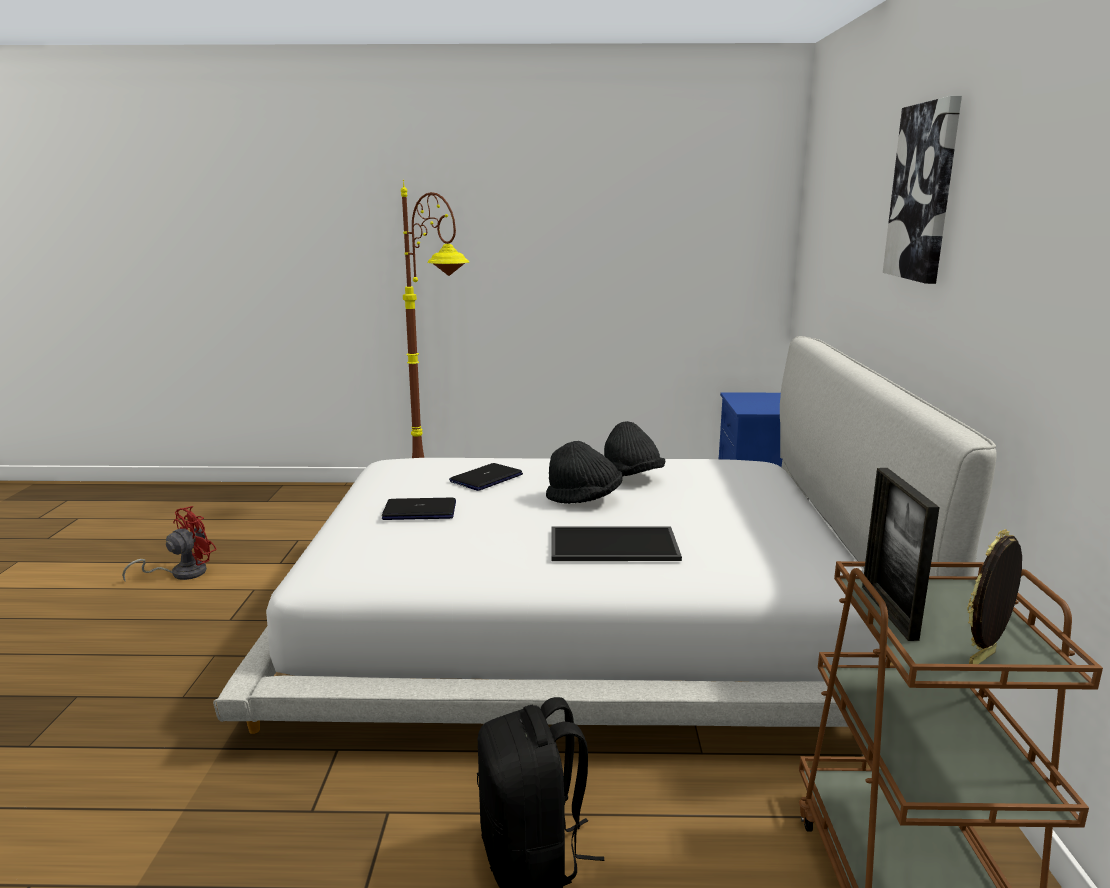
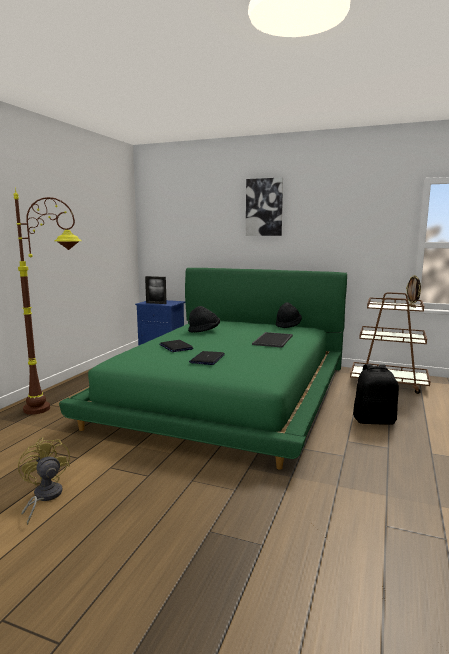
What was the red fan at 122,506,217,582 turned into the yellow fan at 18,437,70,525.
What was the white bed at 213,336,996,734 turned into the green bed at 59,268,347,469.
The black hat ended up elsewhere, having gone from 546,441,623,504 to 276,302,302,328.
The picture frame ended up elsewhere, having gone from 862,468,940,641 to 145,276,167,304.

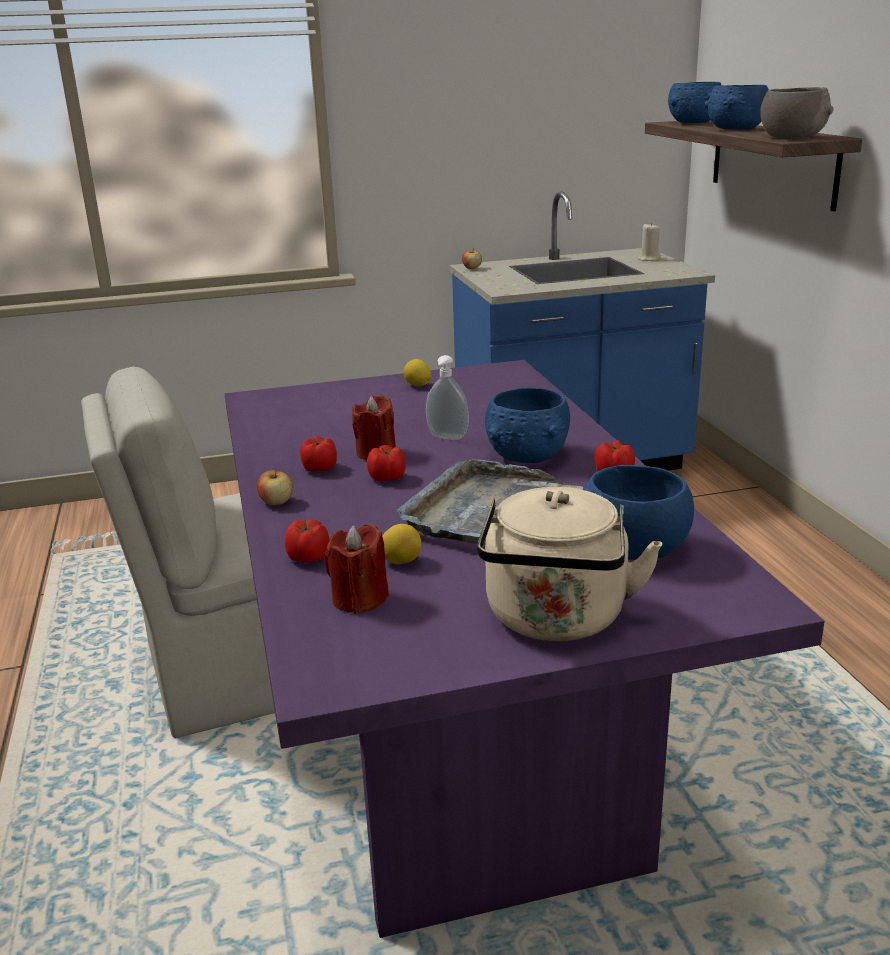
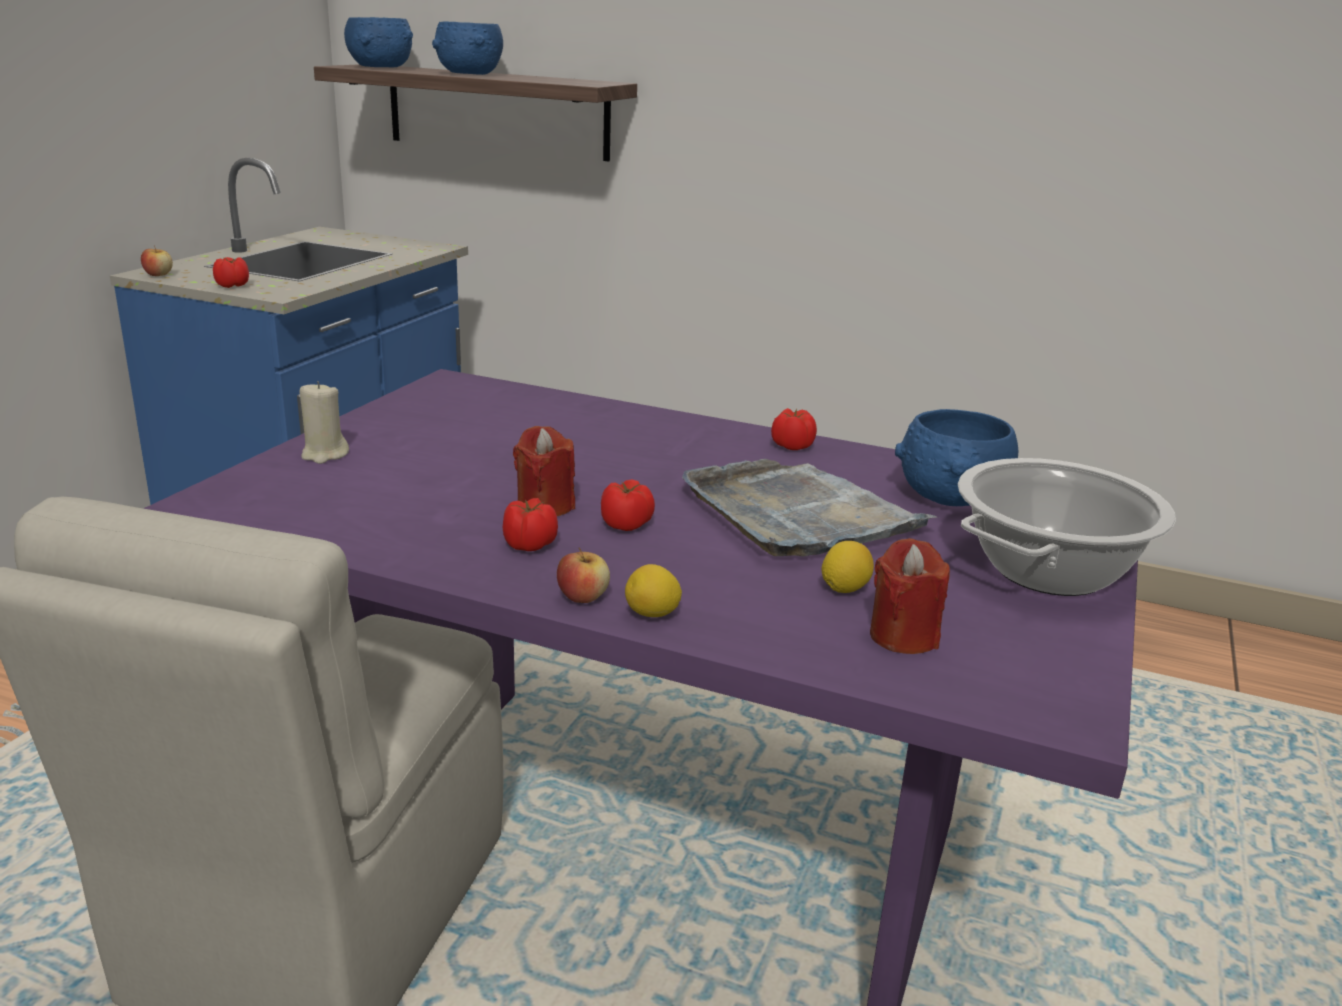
The tomato ended up elsewhere, having gone from 285,519,329,563 to 213,257,249,288.
The lemon ended up elsewhere, having gone from 403,359,431,386 to 625,564,682,617.
The second view lost the soap dispenser at 426,355,469,440.
Where the beige kettle stood at 477,487,662,642, the cooking pot came to stand at 958,458,1176,596.
The second view lost the blue bowl at 485,388,570,463.
The beige candle ended up elsewhere, having gone from 638,223,661,261 to 300,381,349,464.
The second view lost the grey bowl at 760,87,834,139.

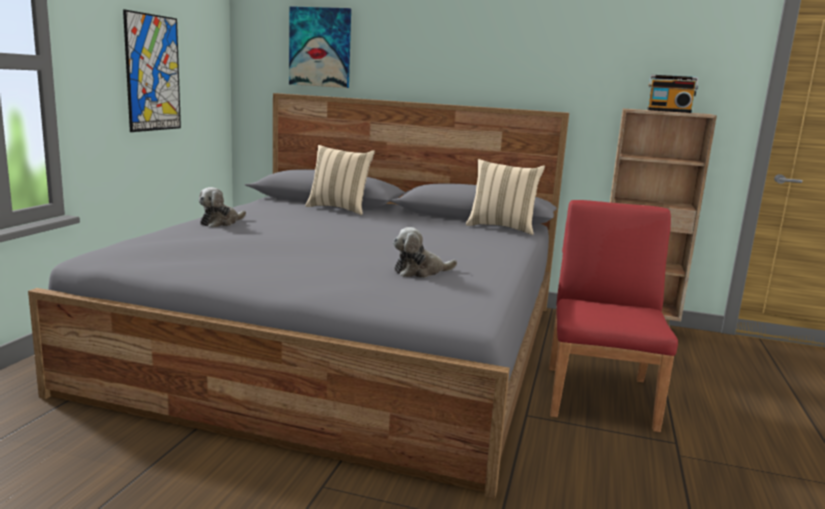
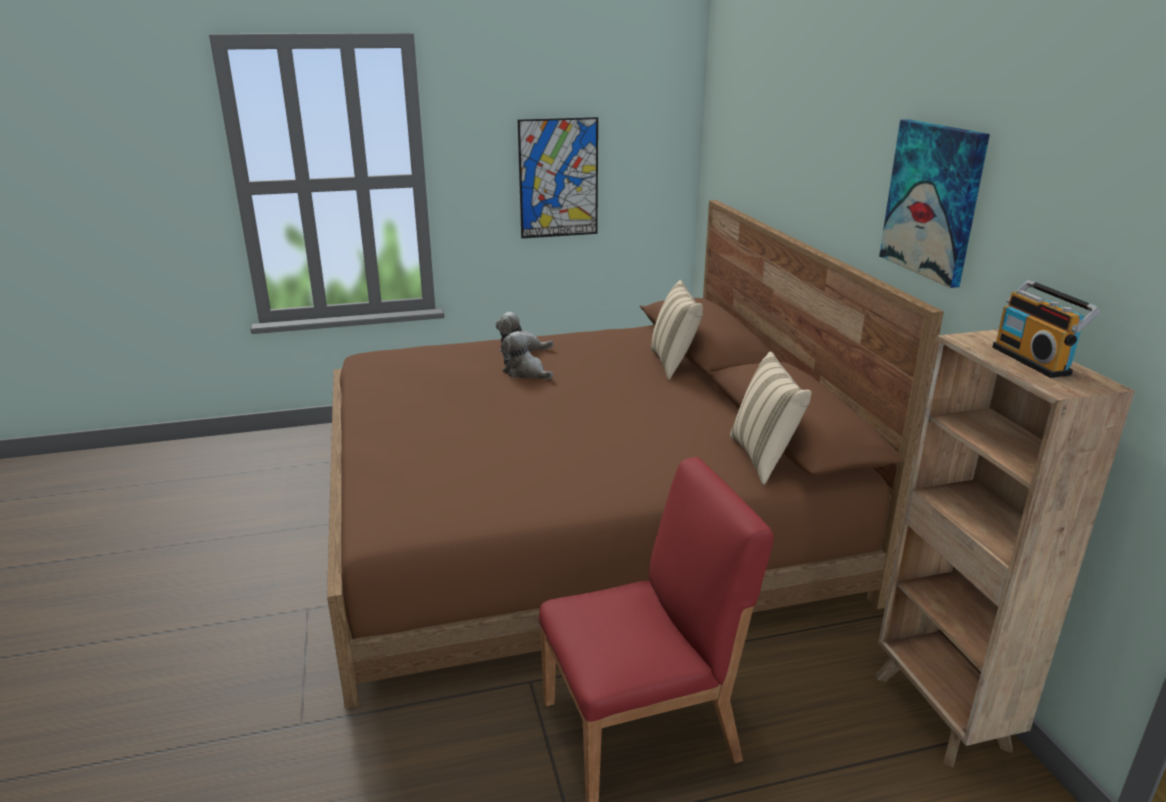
What was the grey bed at 28,93,569,499 turned into the brown bed at 327,200,944,708.
The picture ended up elsewhere, having gone from 289,6,351,88 to 879,119,990,288.
The plush toy ended up elsewhere, having gone from 393,227,457,278 to 501,331,553,380.

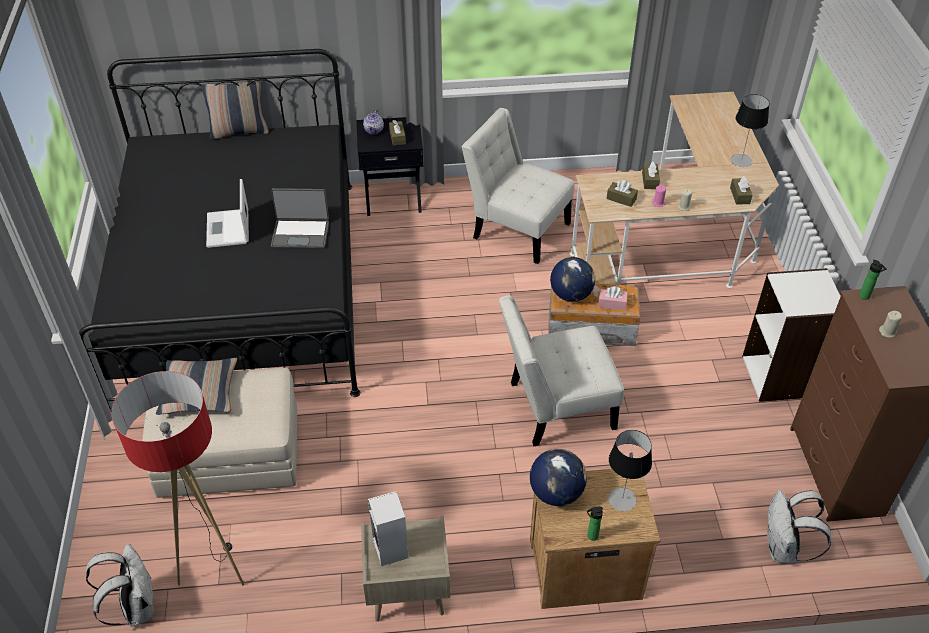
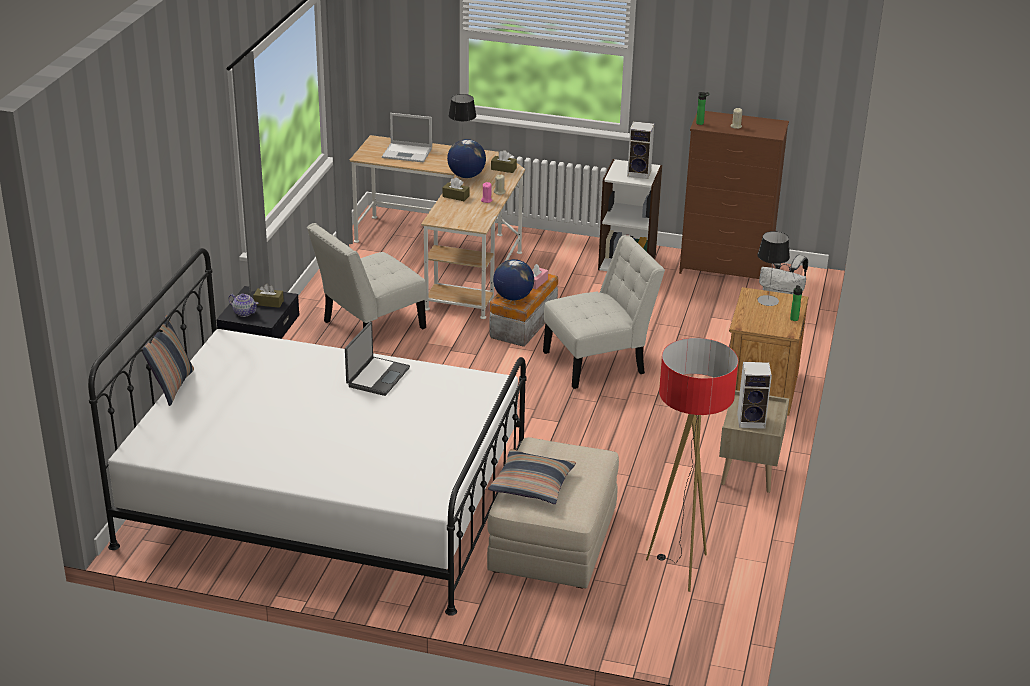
What was the black bed at 79,49,361,410 turned into the white bed at 88,248,527,616.
The second view lost the white backpack at 86,544,154,627.
The laptop ended up elsewhere, having gone from 206,179,249,248 to 382,113,432,163.
The white chair at 499,295,624,446 ended up facing another way, 120 degrees counterclockwise from before.
The globe ended up elsewhere, having gone from 530,449,587,506 to 447,139,486,178.
The second view lost the brown tissue box at 607,180,638,207.
The second view gained the speaker at 627,121,654,179.

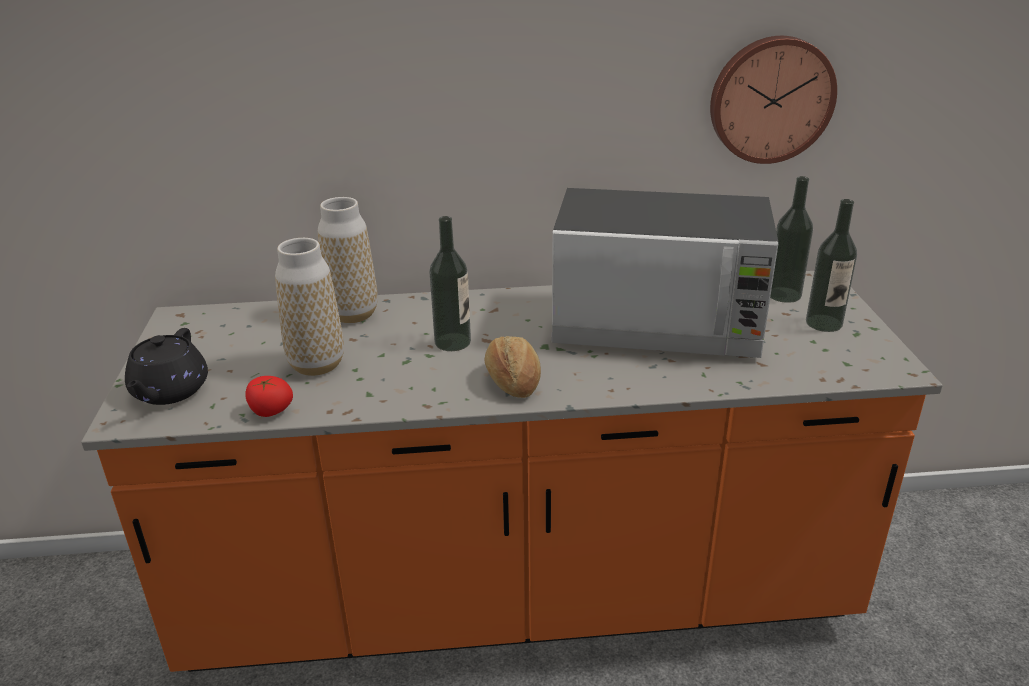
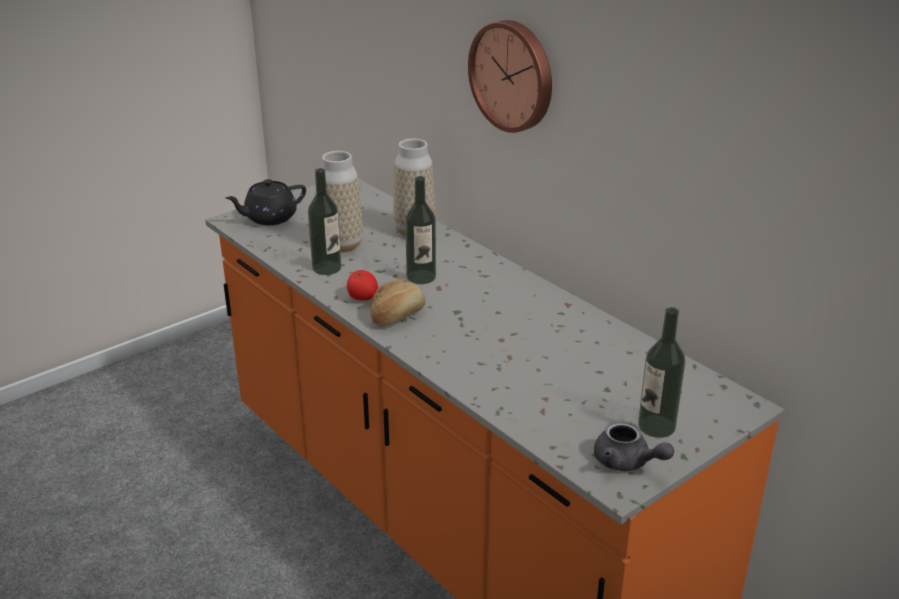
The tomato ended up elsewhere, having gone from 245,376,293,417 to 347,270,378,300.
The second view lost the microwave at 551,188,778,358.
The wall clock ended up elsewhere, having gone from 710,36,837,164 to 468,20,552,133.
The bottle ended up elsewhere, having gone from 770,176,813,303 to 308,168,341,275.
The second view gained the grey teapot at 594,421,674,471.

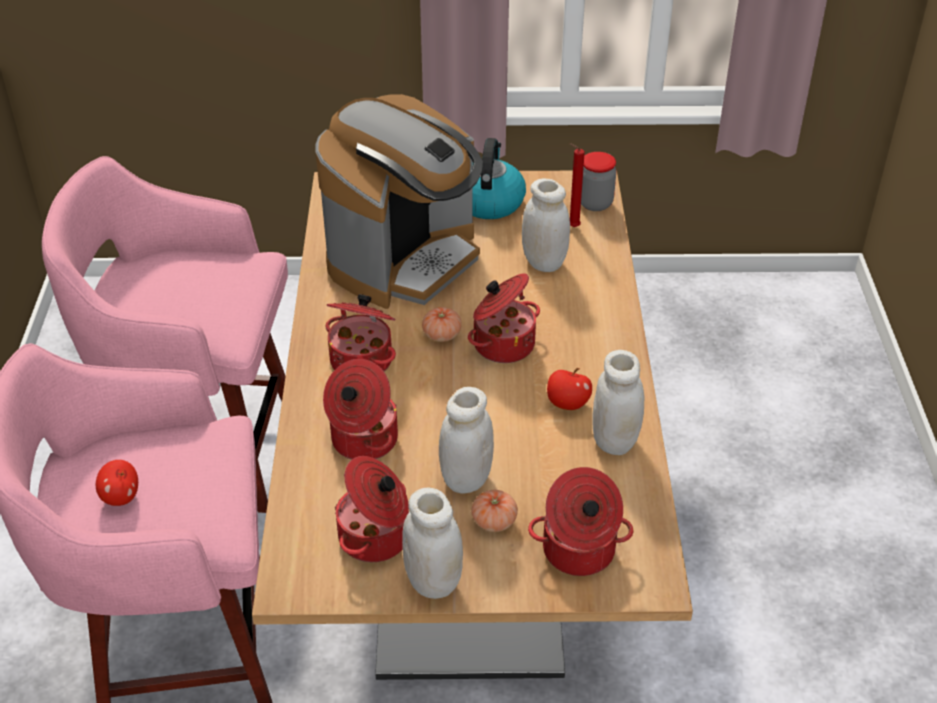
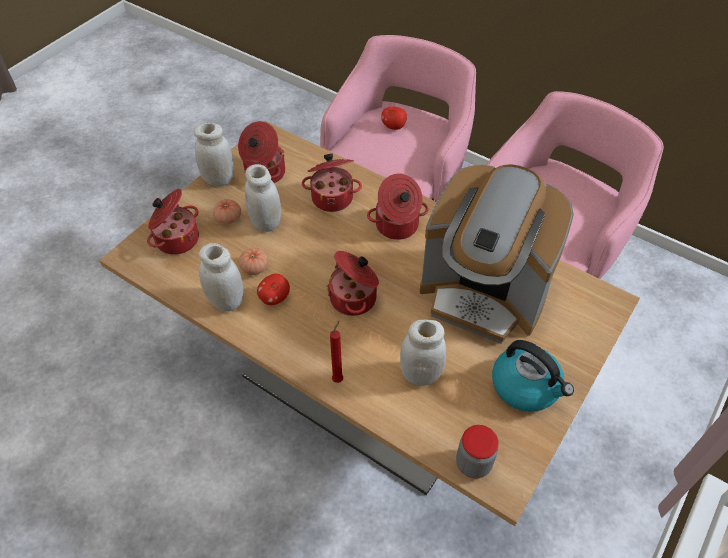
The coffee machine at 316,94,483,309 ended up facing another way, 45 degrees counterclockwise from before.
The tomato ended up elsewhere, having gone from 422,307,462,342 to 239,248,269,275.
The red candle ended up elsewhere, having gone from 570,143,585,227 to 330,321,343,383.

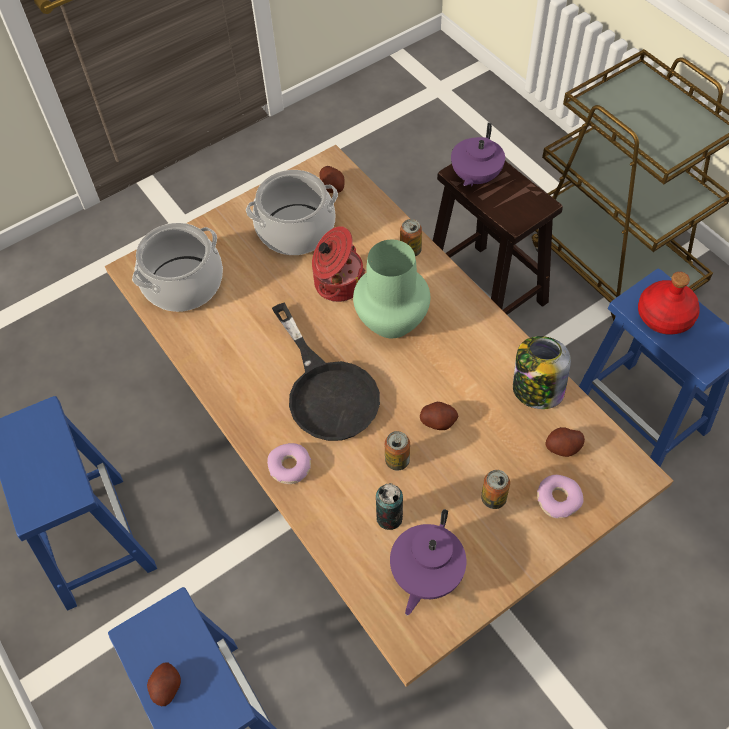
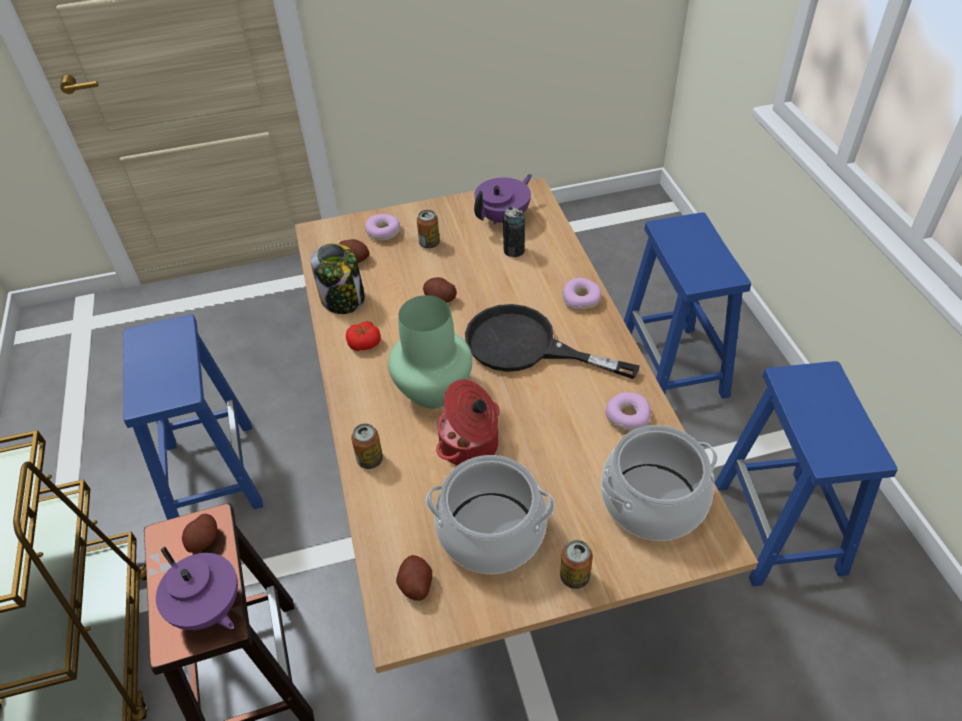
The potato ended up elsewhere, having gone from 147,662,181,706 to 182,514,218,553.
The black frying pan at 272,302,380,441 ended up facing another way, 60 degrees counterclockwise from before.
The can ended up elsewhere, having gone from 385,431,410,471 to 560,540,593,589.
The purple teapot at 451,123,505,186 ended up facing another way, 90 degrees clockwise from before.
The second view lost the red bottle at 638,272,700,335.
The second view gained the tomato at 346,321,381,351.
The second view gained the donut at 605,392,651,431.

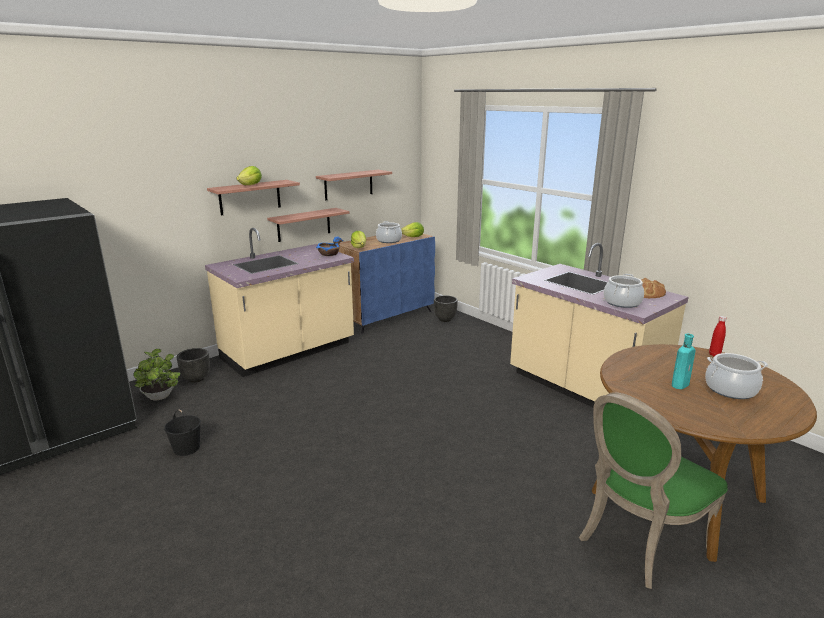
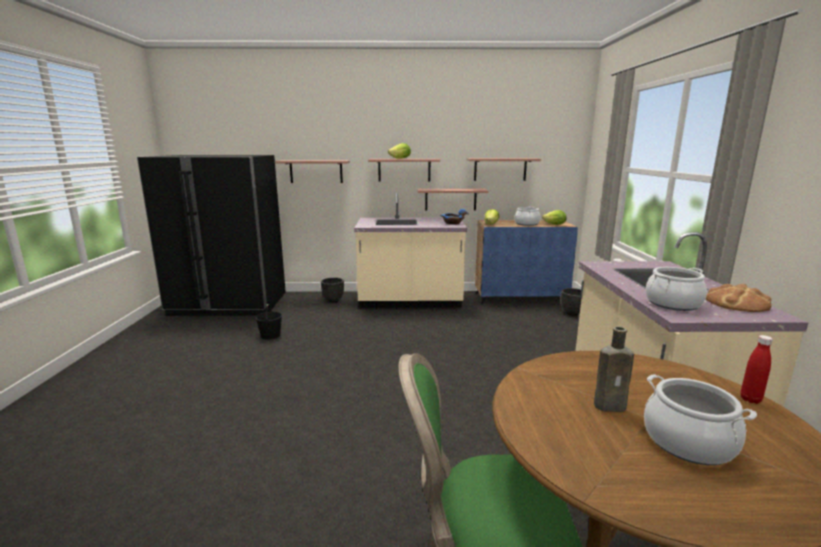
The second view lost the potted plant at 133,349,181,400.
What was the turquoise bottle at 672,334,696,389 turned into the brown bottle at 594,326,634,412.
The second view gained the shelf at 275,160,350,183.

